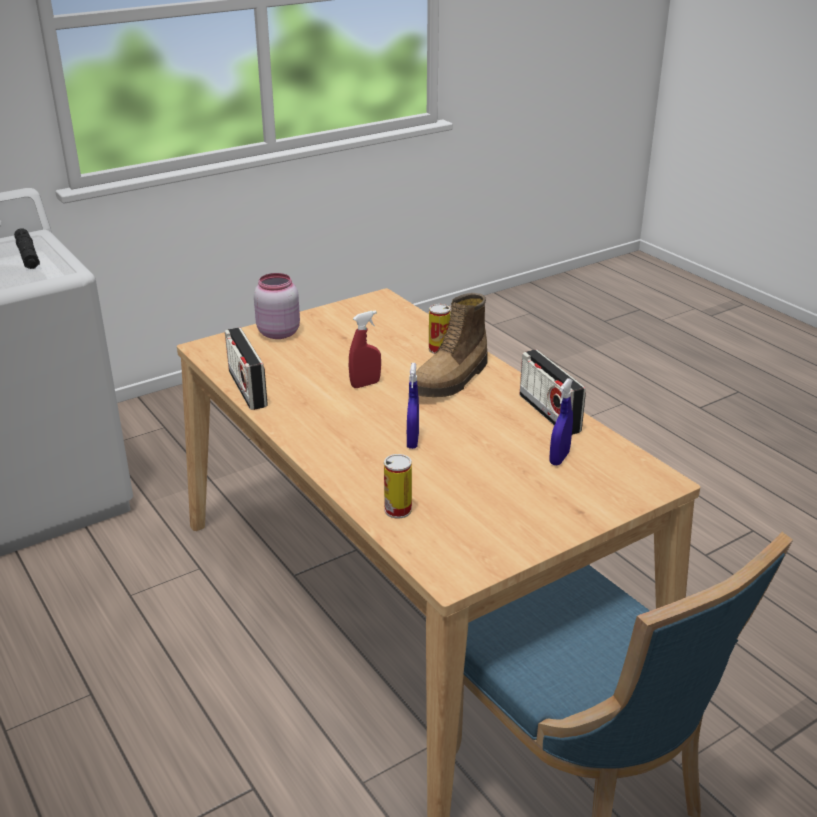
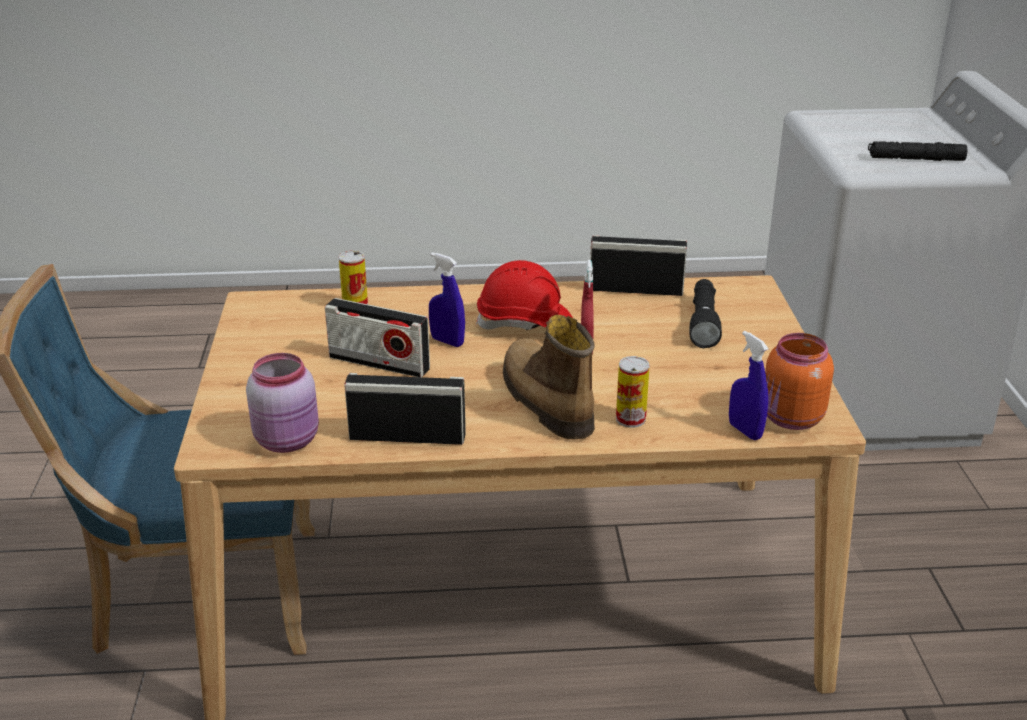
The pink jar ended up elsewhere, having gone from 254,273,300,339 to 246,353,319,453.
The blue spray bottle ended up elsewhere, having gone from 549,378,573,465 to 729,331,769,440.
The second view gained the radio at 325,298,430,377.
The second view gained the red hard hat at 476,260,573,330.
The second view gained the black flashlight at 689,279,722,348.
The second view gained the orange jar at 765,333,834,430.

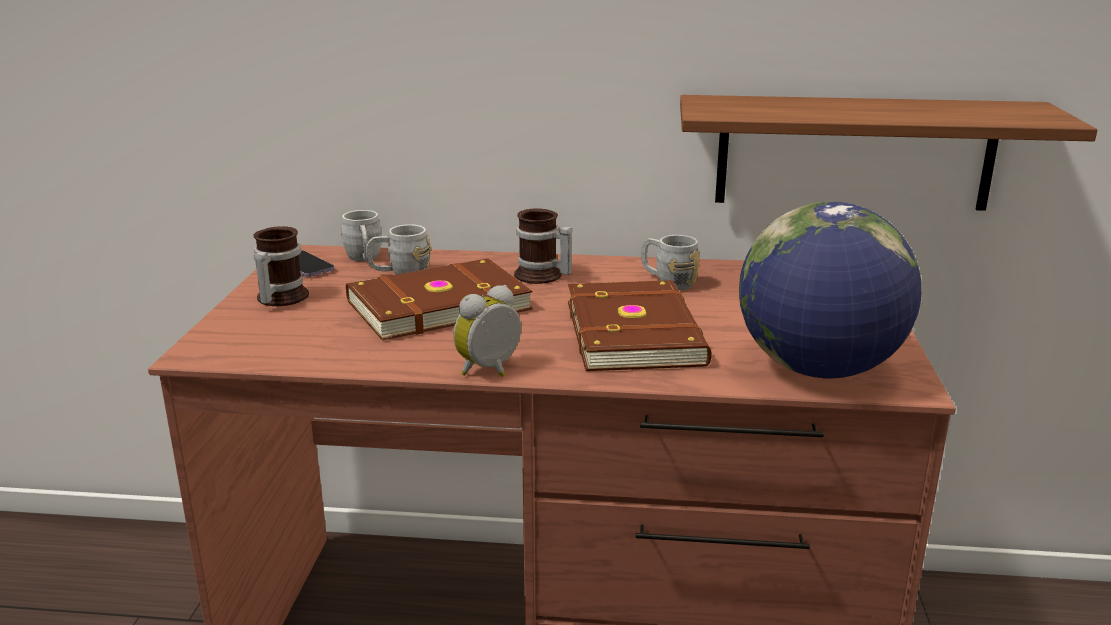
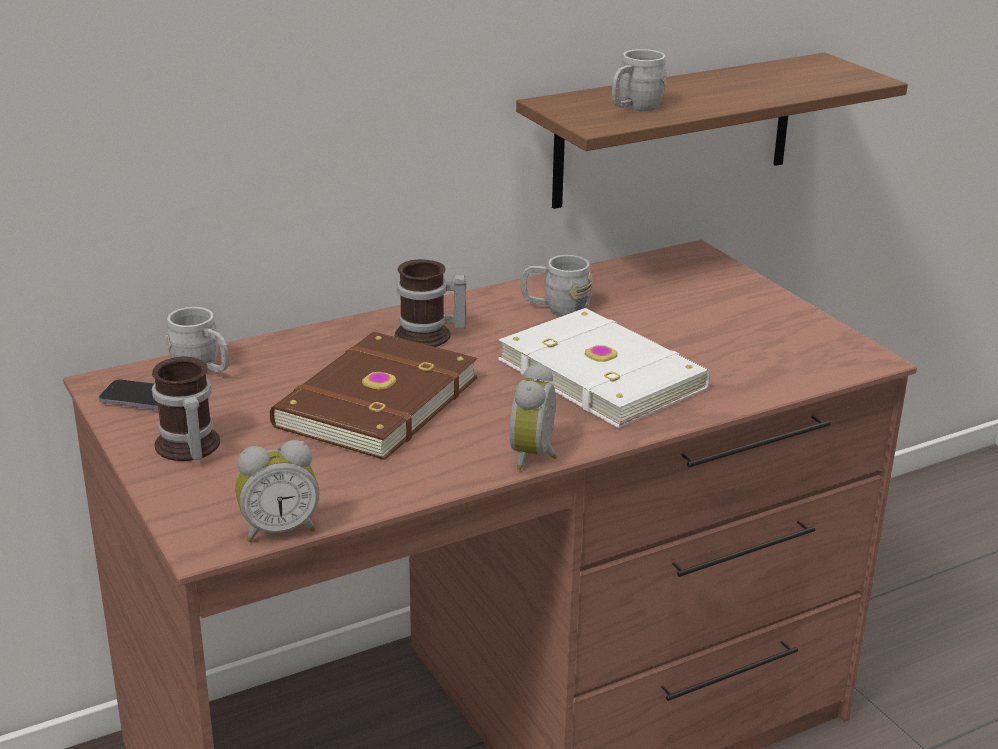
The grey mug ended up elsewhere, having gone from 366,224,431,275 to 612,49,667,111.
What was the brown book at 568,280,712,371 turned into the white book at 498,308,711,428.
The second view lost the globe at 739,202,922,378.
The second view gained the alarm clock at 235,440,319,542.

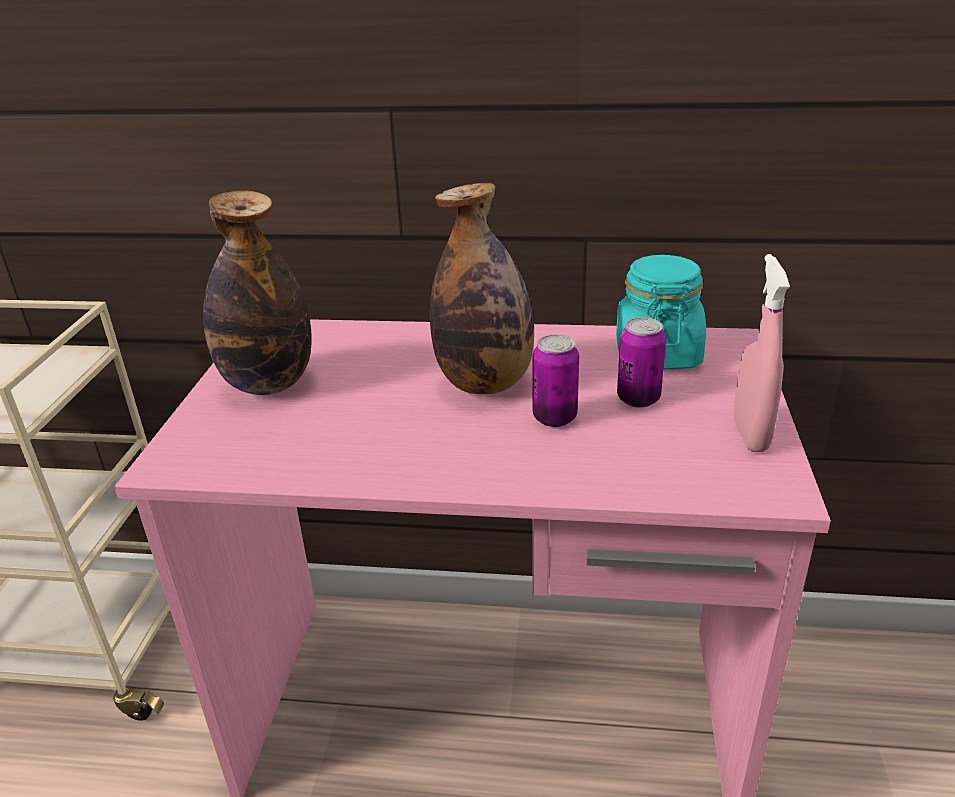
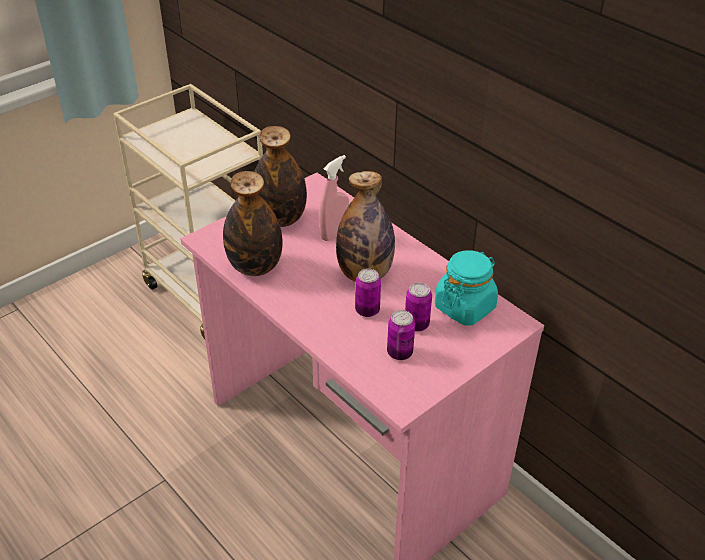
The pink spray bottle ended up elsewhere, having gone from 733,254,790,452 to 319,155,349,241.
The second view gained the bottle at 223,171,283,276.
The second view gained the can at 387,310,415,360.

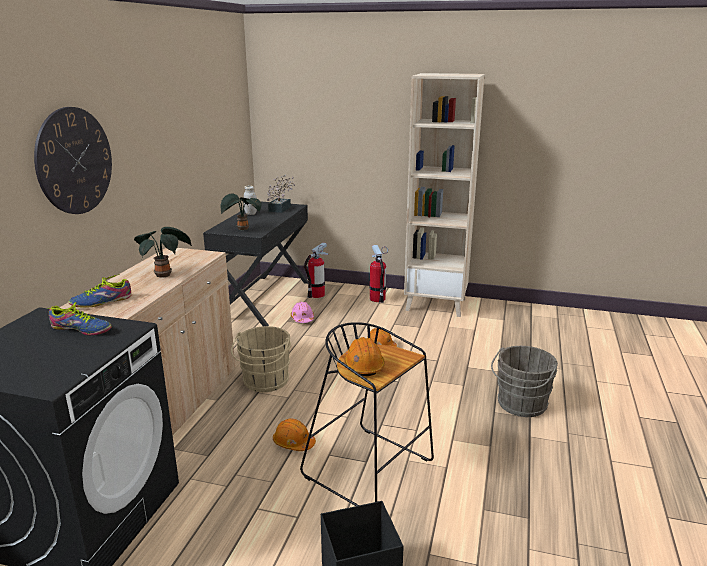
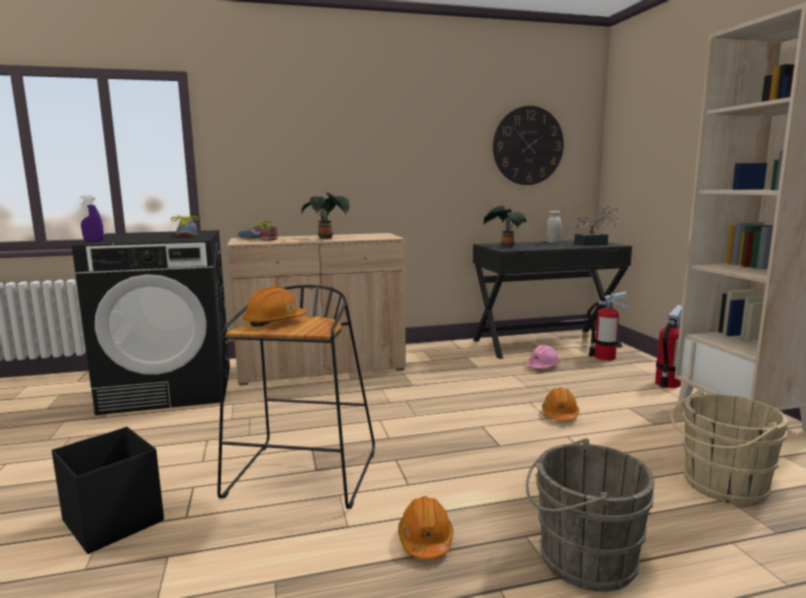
The wall clock ended up elsewhere, having gone from 34,107,112,214 to 493,106,564,185.
The beige bucket ended up elsewhere, having gone from 231,326,291,392 to 670,390,788,505.
The orange hard hat ended up elsewhere, having gone from 273,419,316,451 to 398,496,453,559.
The second view gained the purple spray bottle at 80,196,104,242.

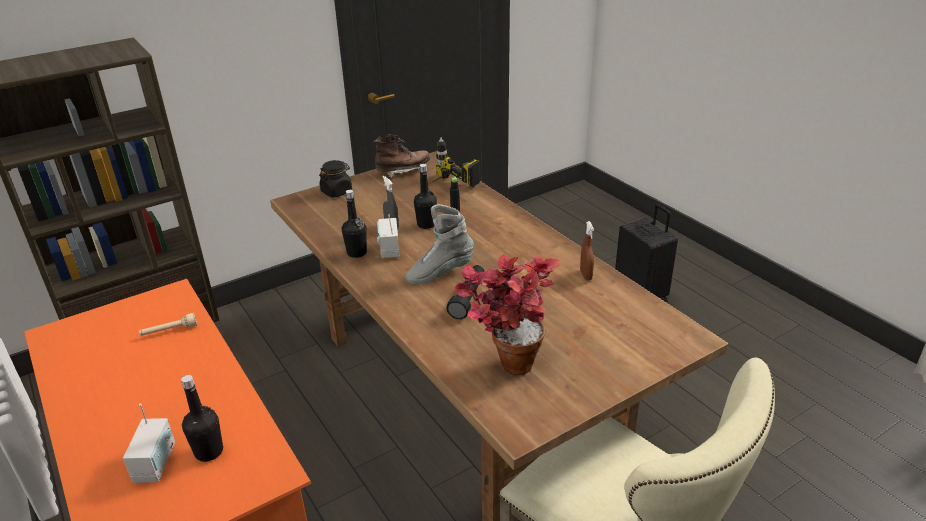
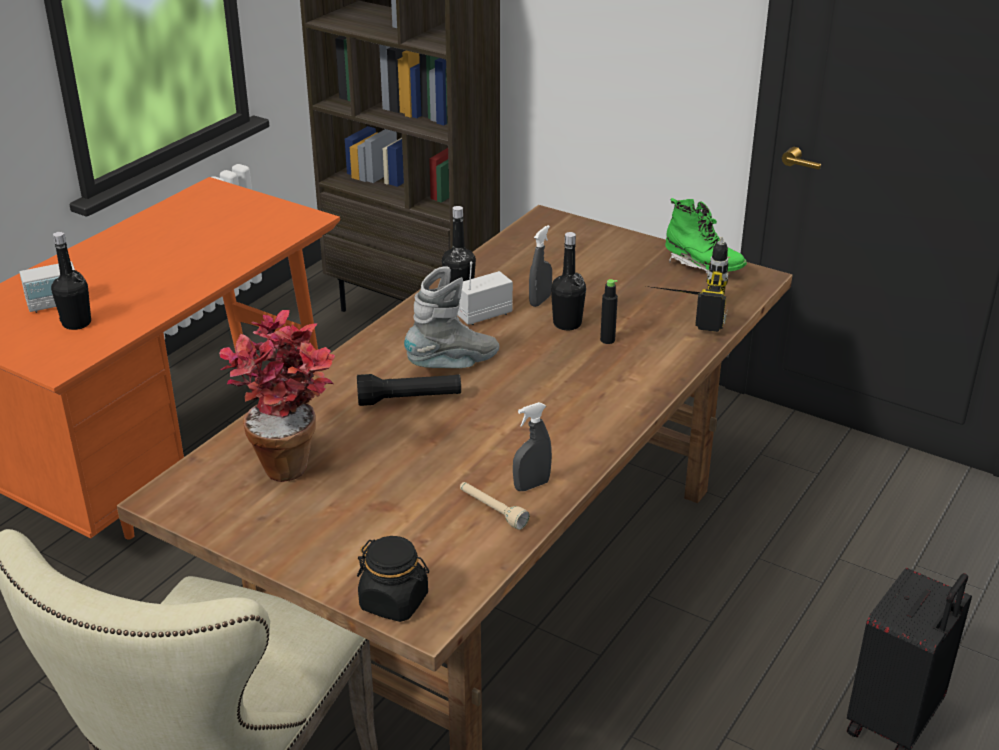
The beige flashlight ended up elsewhere, having gone from 139,313,197,336 to 460,482,530,530.
The black jar ended up elsewhere, having gone from 319,160,352,197 to 357,536,429,622.
What was the brown boot at 374,134,431,178 turned into the green boot at 665,198,747,273.
The grey boot at 405,204,474,284 ended up facing another way, 105 degrees clockwise from before.
What was the brown spray bottle at 580,221,594,280 turned into the grey spray bottle at 513,402,552,491.

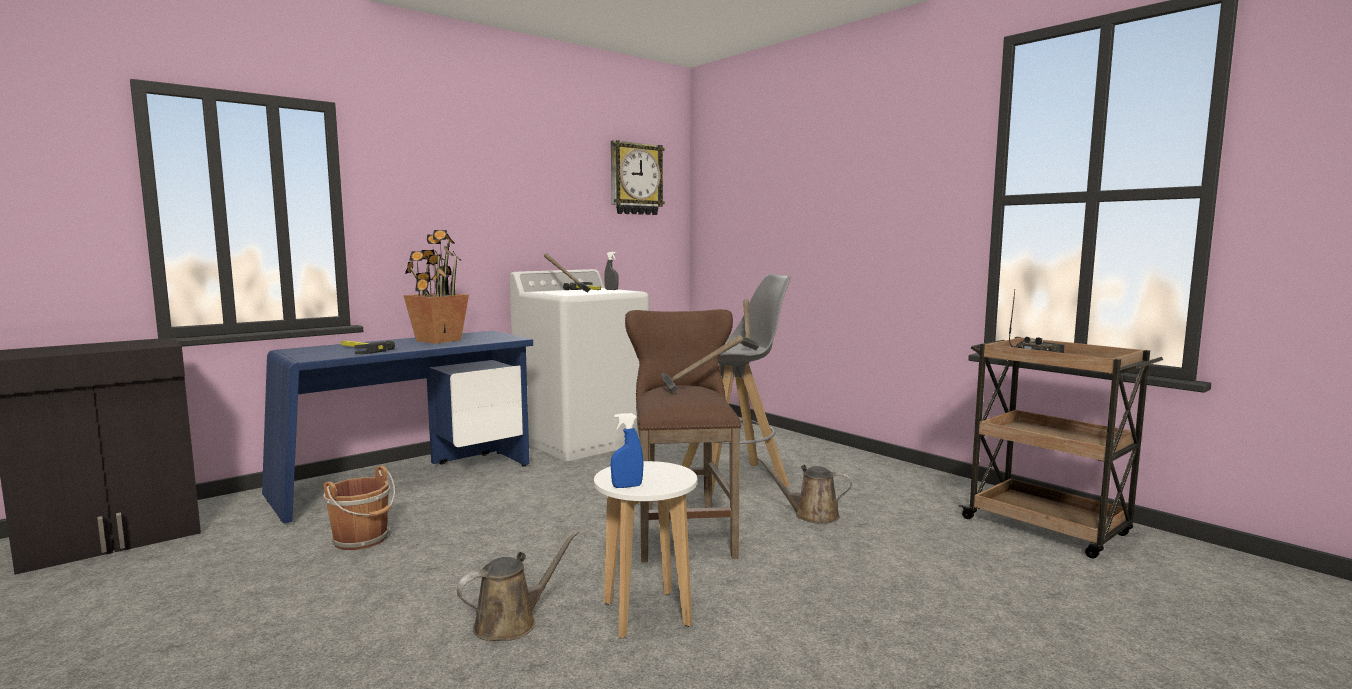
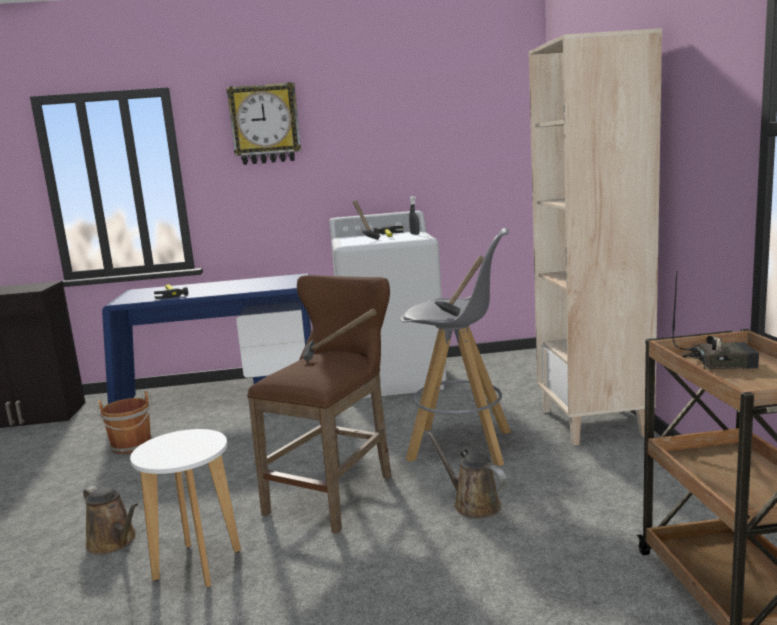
The second view lost the potted plant at 403,230,469,344.
The brown watering can at 457,530,580,641 ended up facing another way, 45 degrees clockwise from before.
The wall clock ended up elsewhere, having gone from 611,140,665,215 to 227,82,301,165.
The second view lost the blue spray bottle at 611,413,644,488.
The second view gained the beige bookcase at 529,28,662,446.

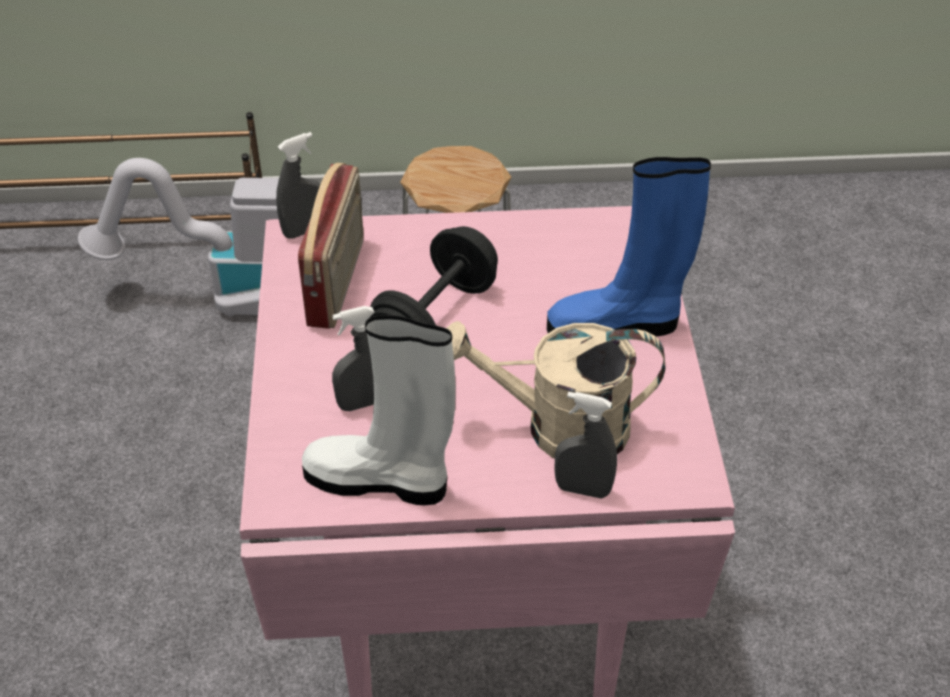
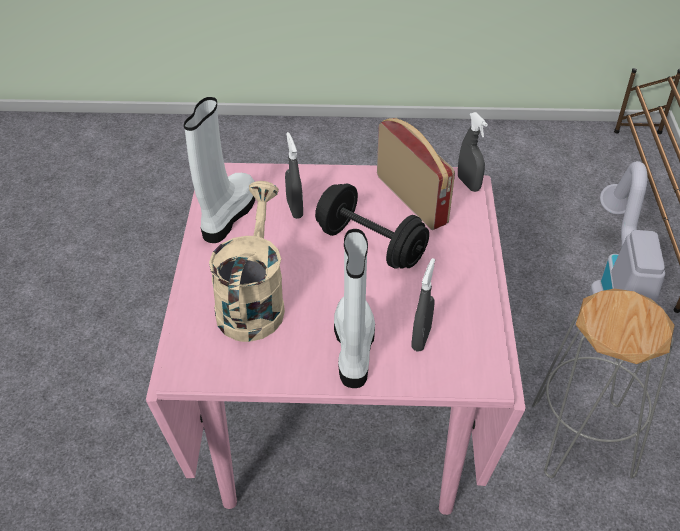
The radio at 298,163,364,329 ended up facing another way, 135 degrees counterclockwise from before.
What was the blue boot at 547,157,711,336 turned into the white boot at 334,229,375,388.
The grey spray bottle ended up elsewhere, having gone from 555,392,617,499 to 411,258,435,351.

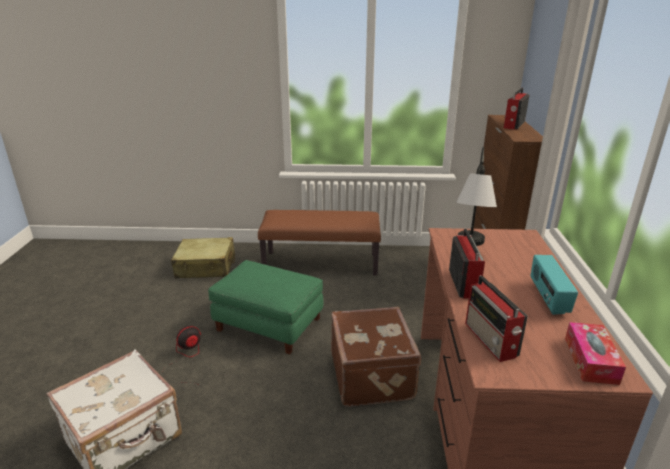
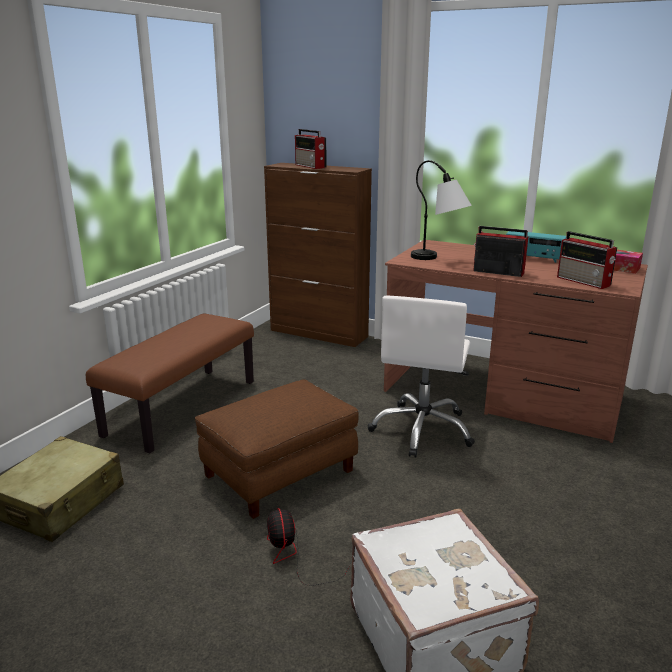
What was the green ottoman at 208,260,323,354 turned into the brown ottoman at 195,379,359,519.
Where the brown suitcase stood at 331,307,421,407, the white office chair came to stand at 368,296,475,458.
The radio at 465,275,528,362 ended up facing another way, 45 degrees clockwise from before.

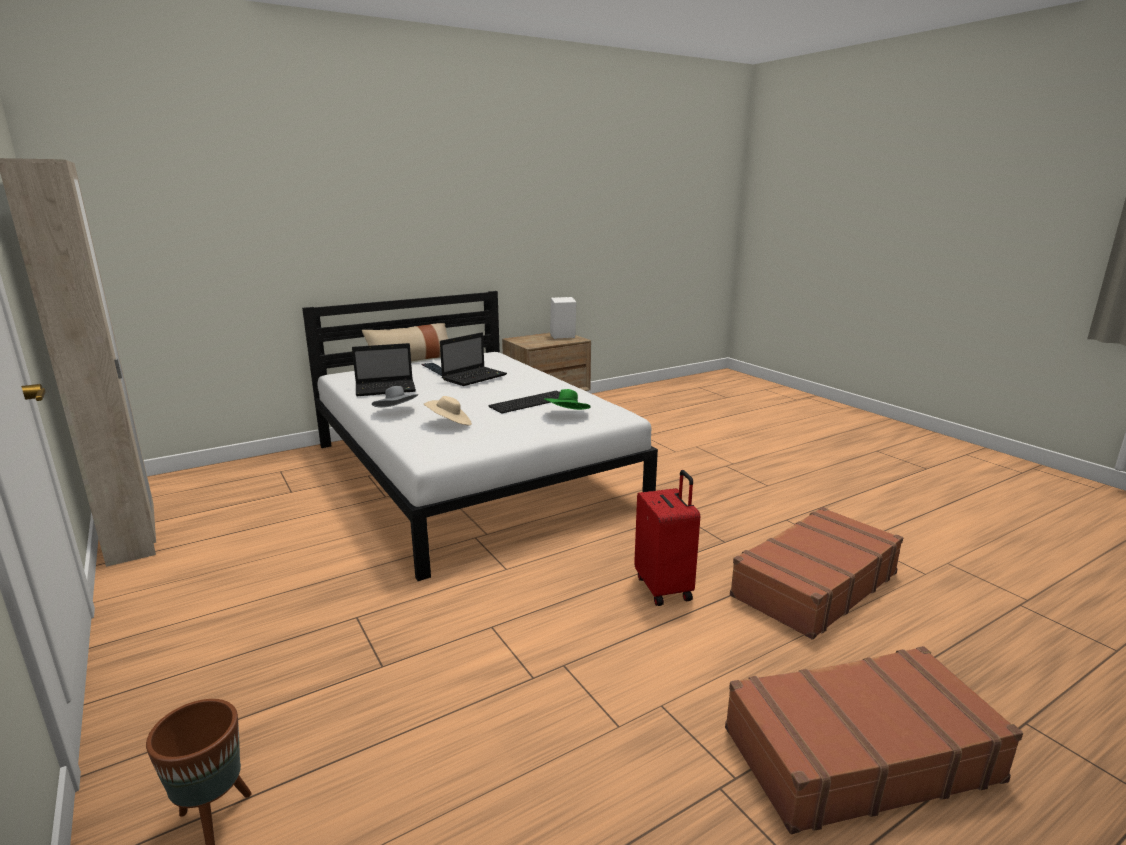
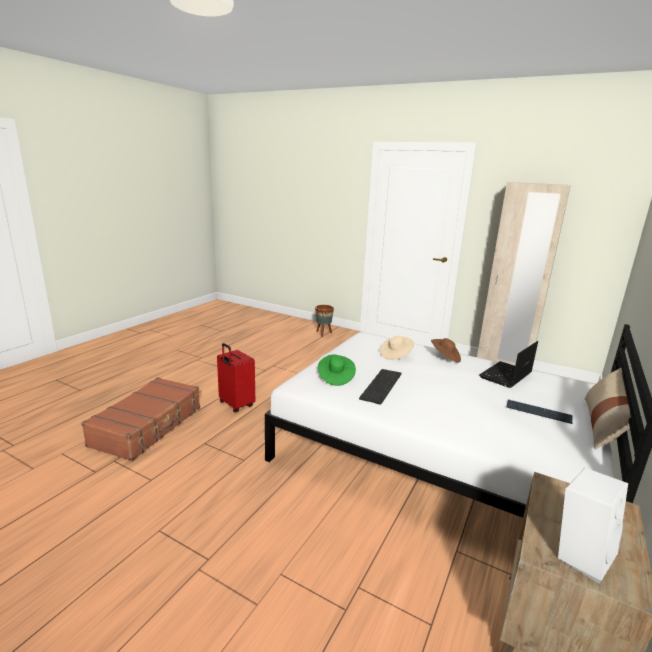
What was the grey hat at 372,386,418,408 turned into the brown hat at 431,338,461,363.
The second view lost the laptop at 440,332,507,386.
The second view lost the brown suitcase at 725,646,1023,834.

